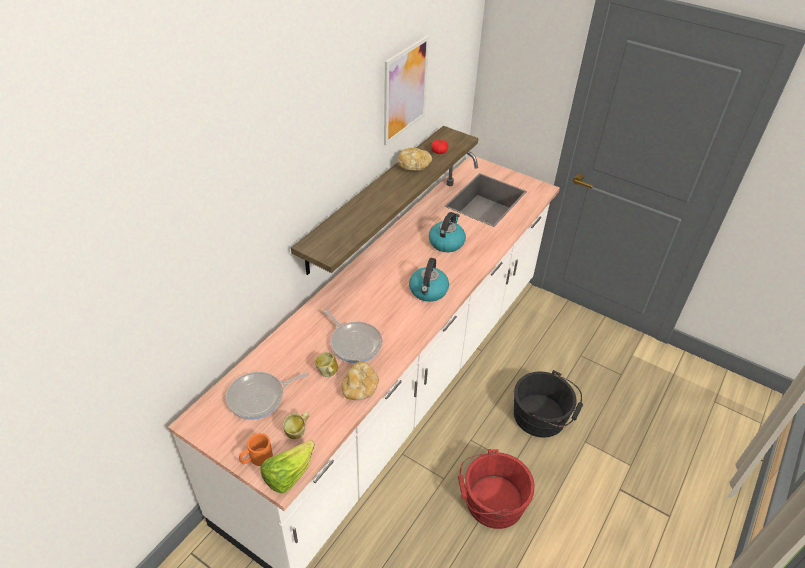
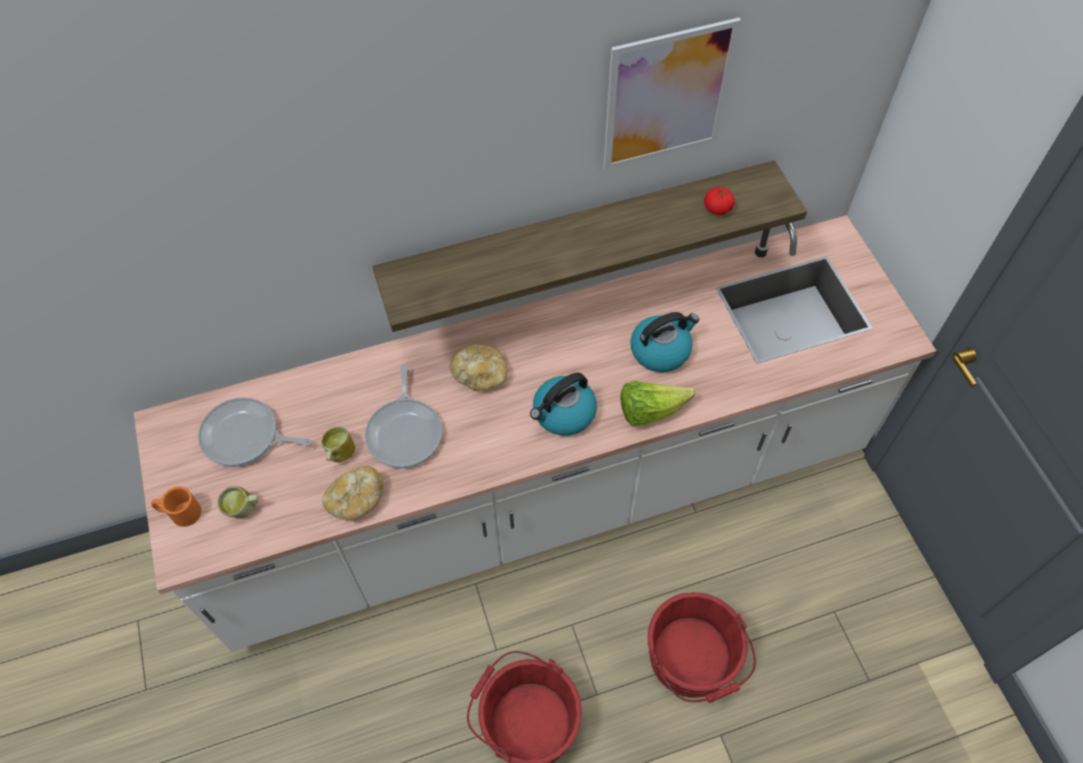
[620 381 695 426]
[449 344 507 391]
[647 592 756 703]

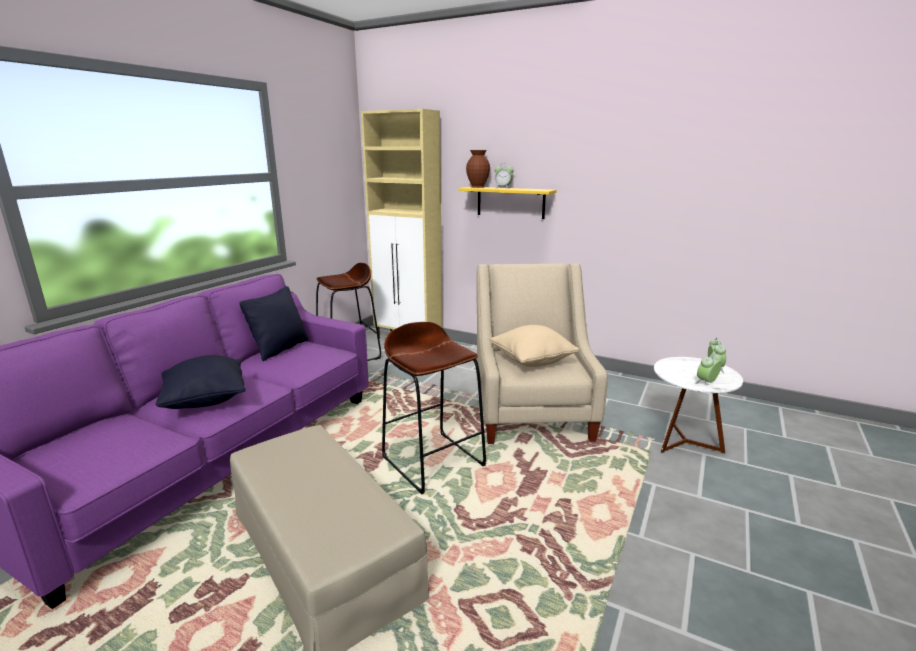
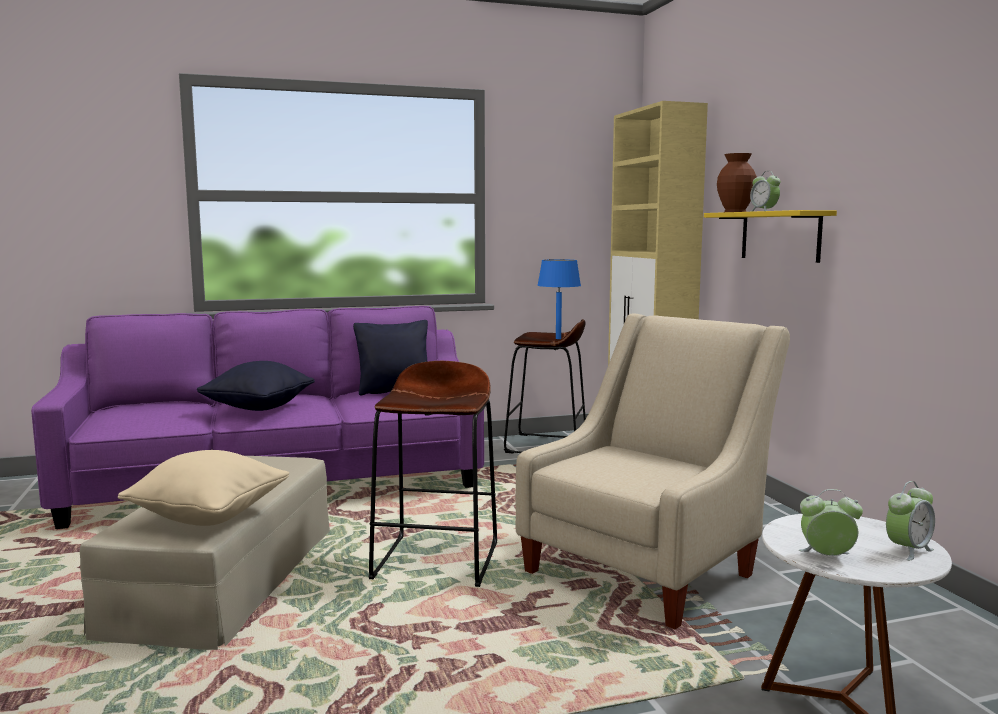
[118 450 289 526]
[537 259 581 339]

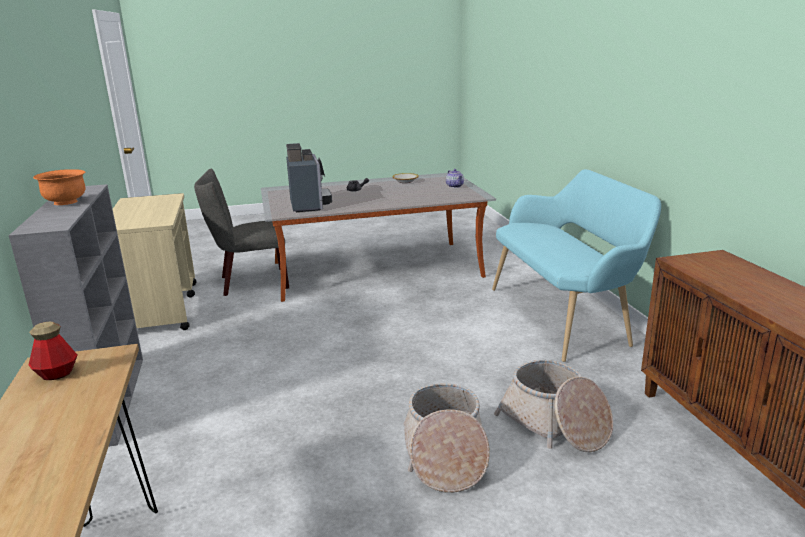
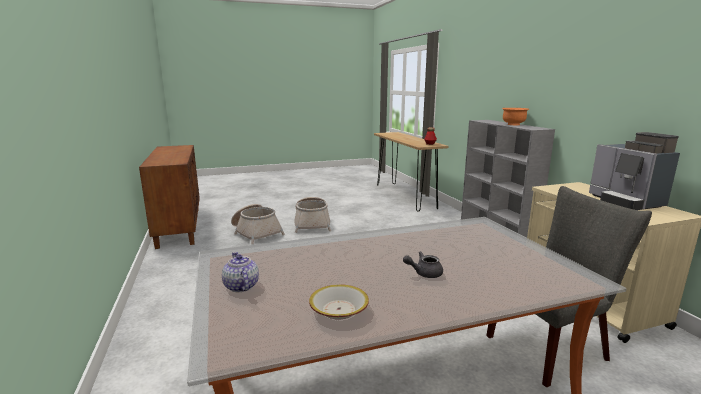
[589 132 680 210]
[492 169 661 362] (first image)

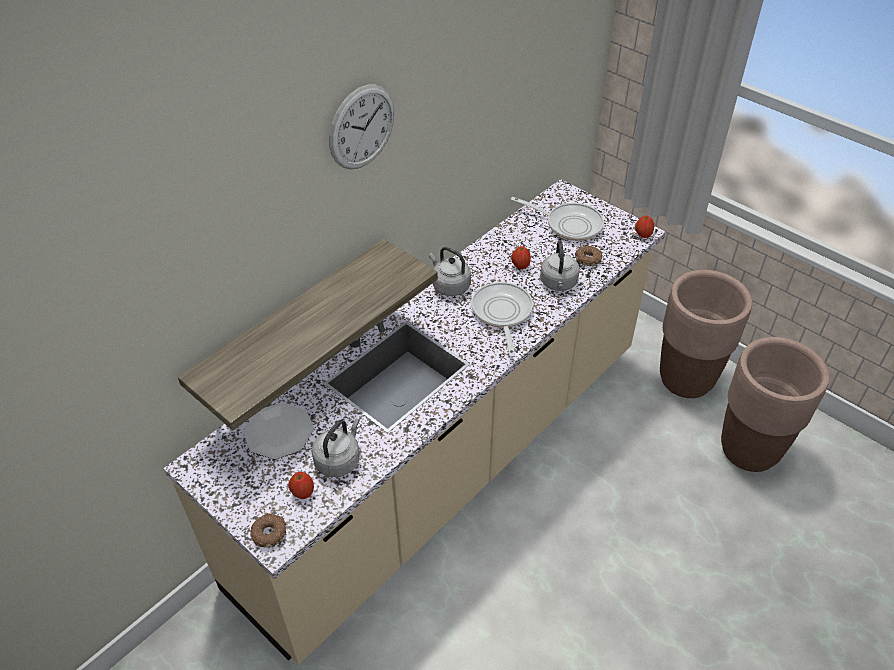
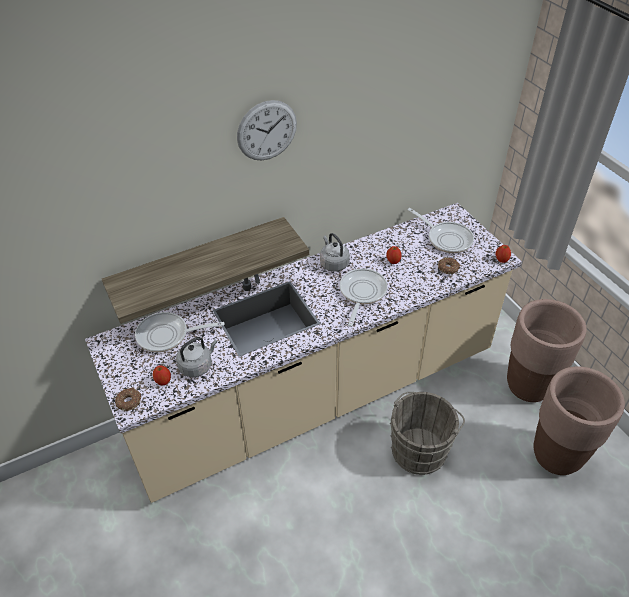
[135 312 224 352]
[540 240 580 291] (first image)
[390 392 465 475]

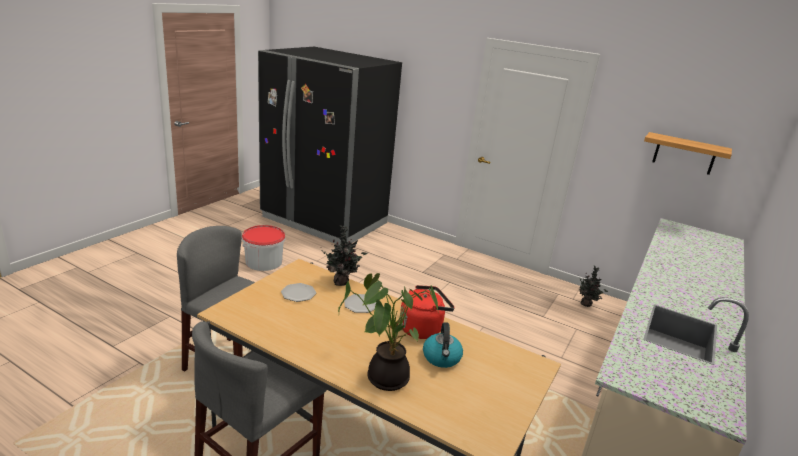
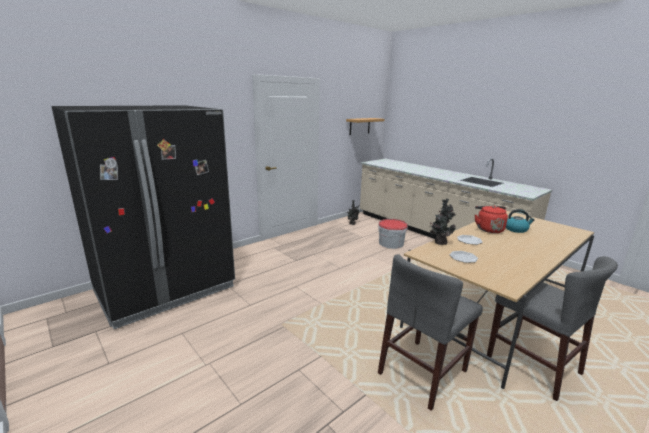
[378 219 408 249]
[338 273 439 391] (first image)

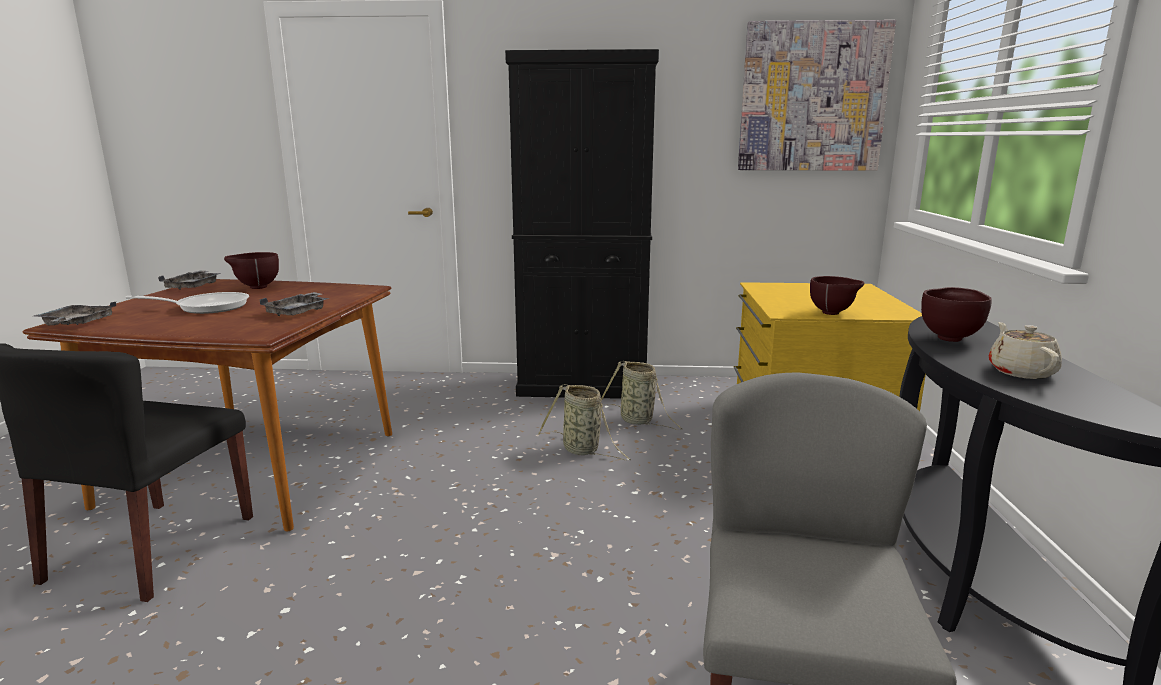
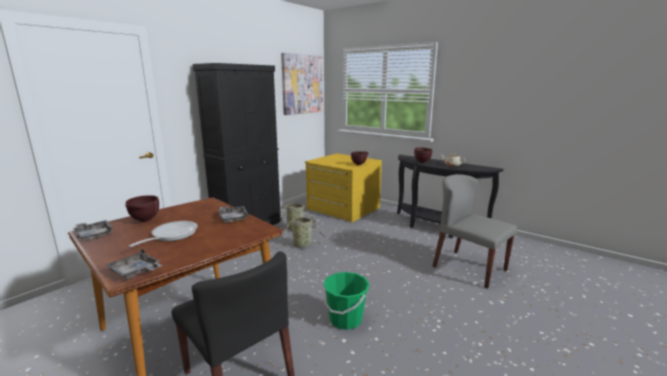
[323 272 370 330]

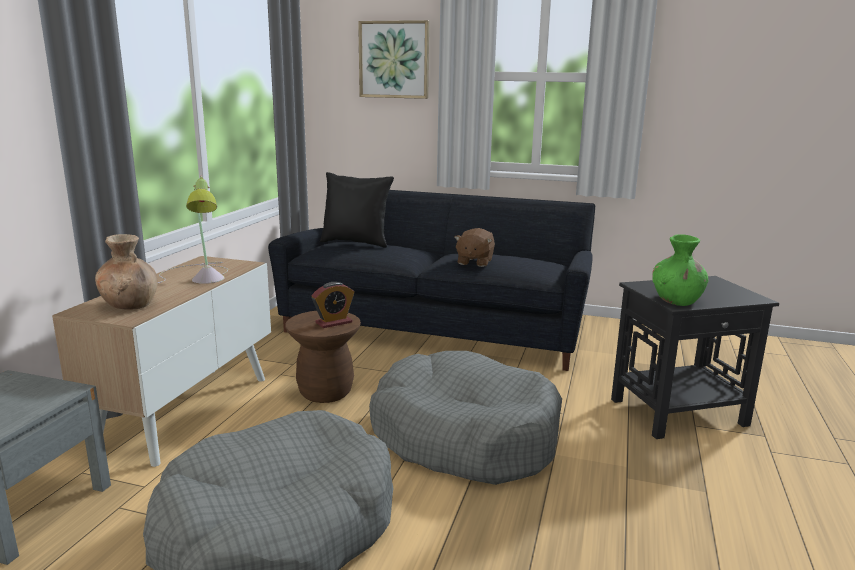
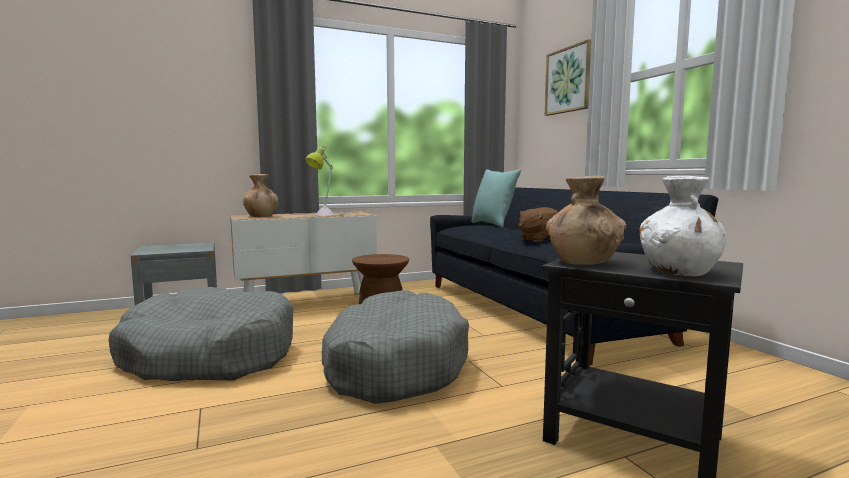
[311 282 354 328] (first image)
[472 169 521 228]
[546 176 626 265]
[640 176 726 276]

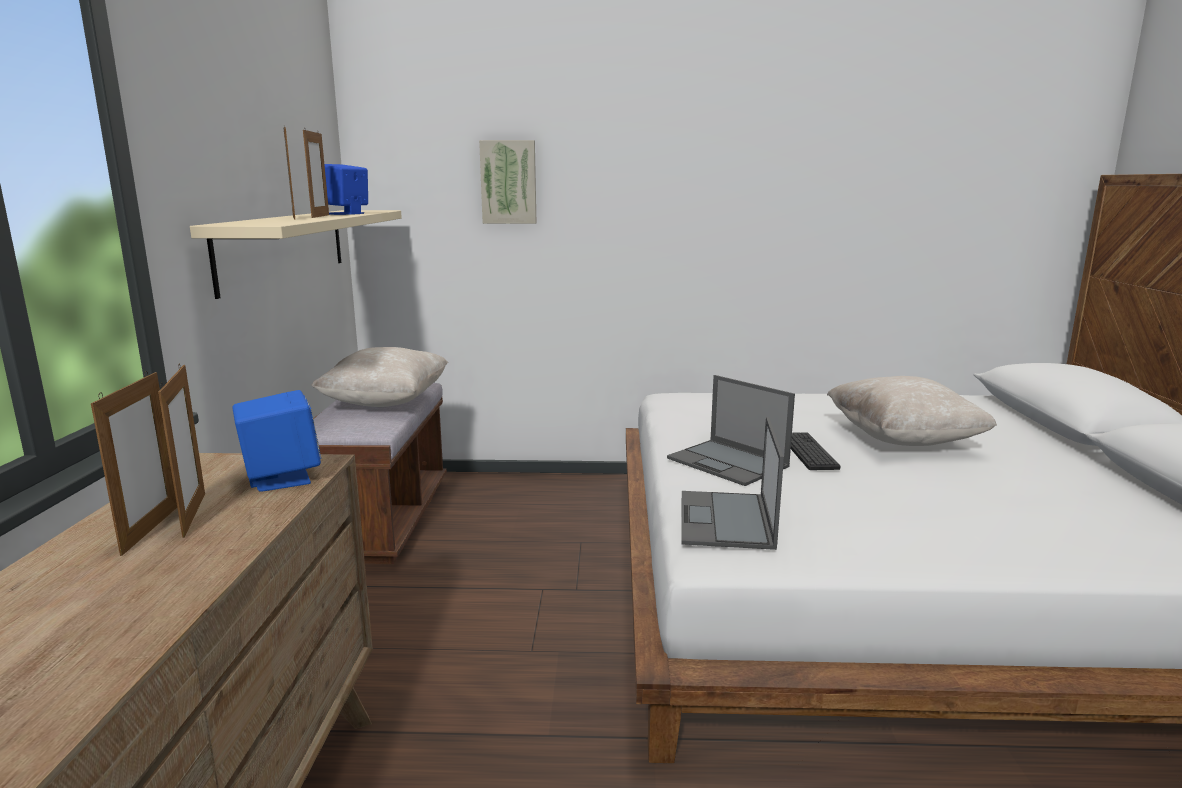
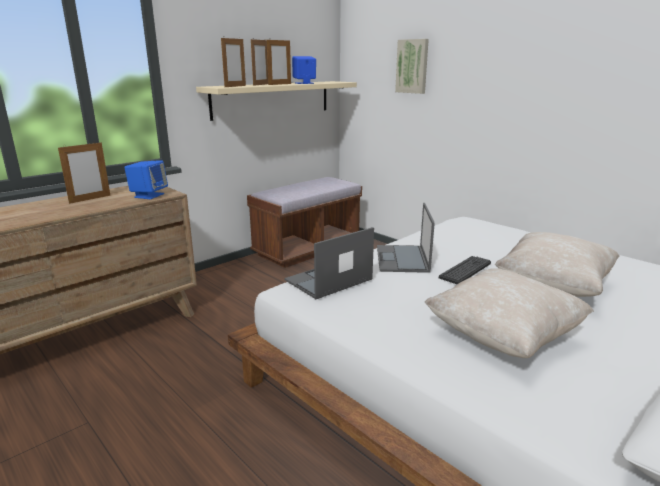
[221 37 246 87]
[424 268 594 358]

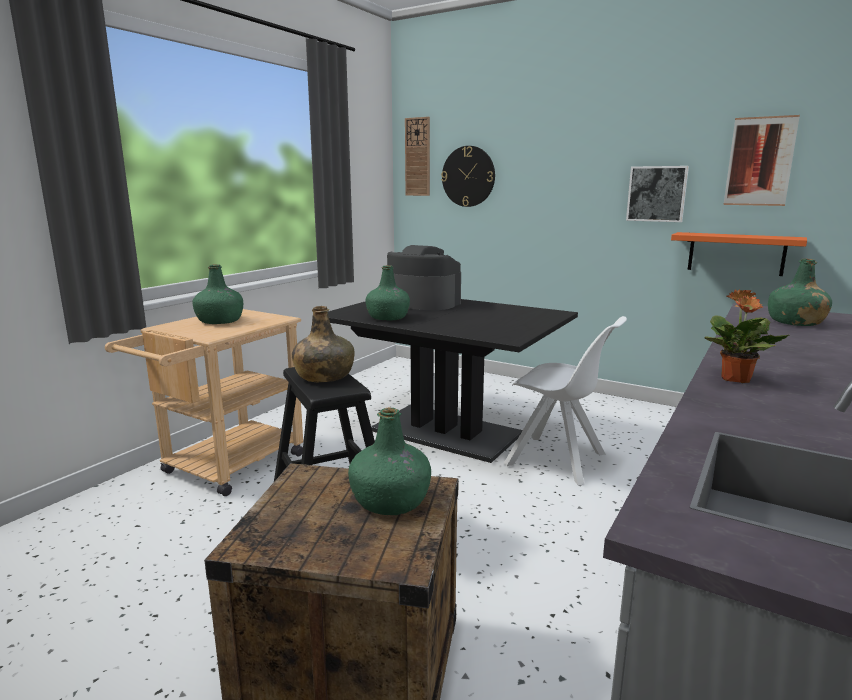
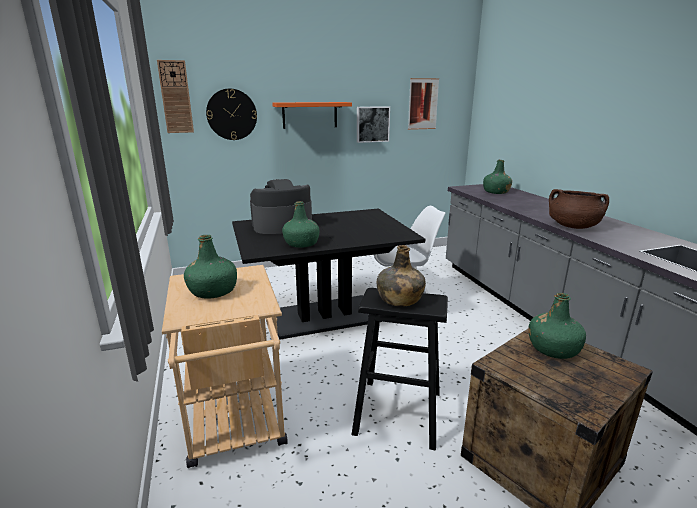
[272 102 352 129]
[549 189 609 229]

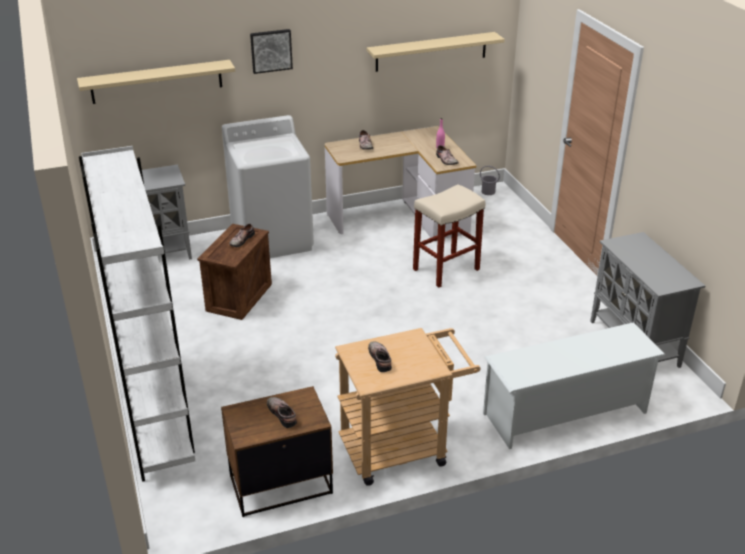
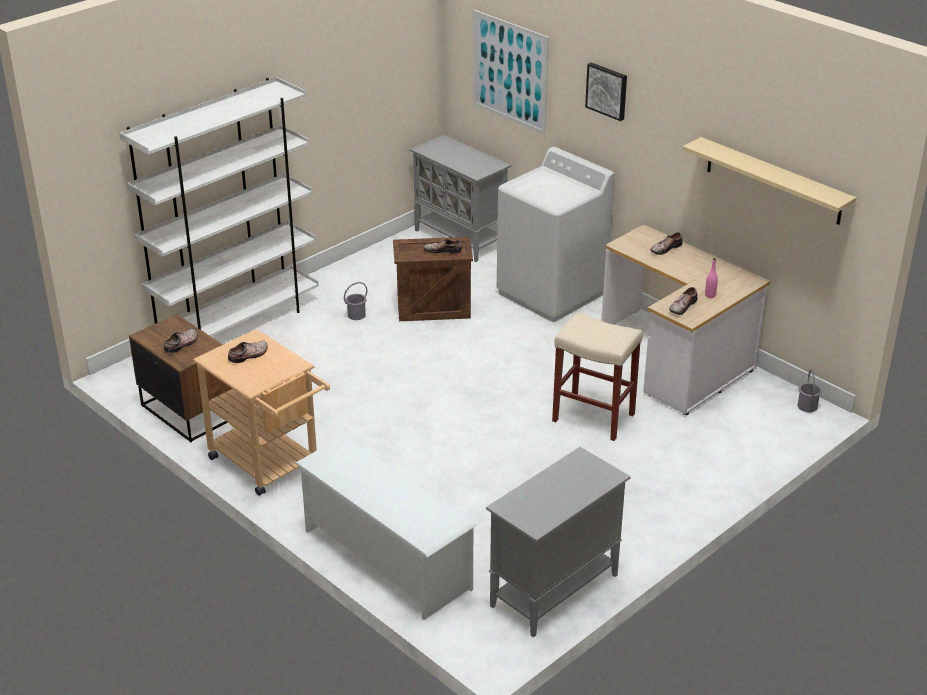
[473 10 549 135]
[344 282 367 320]

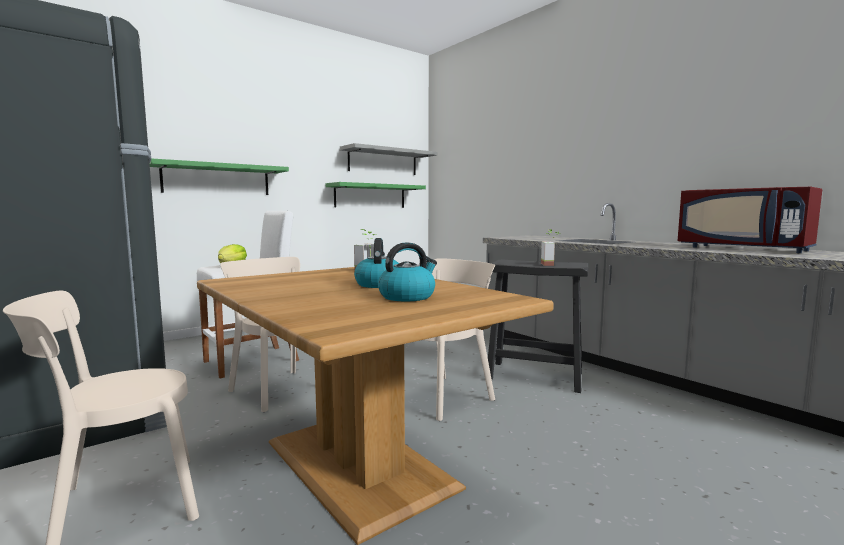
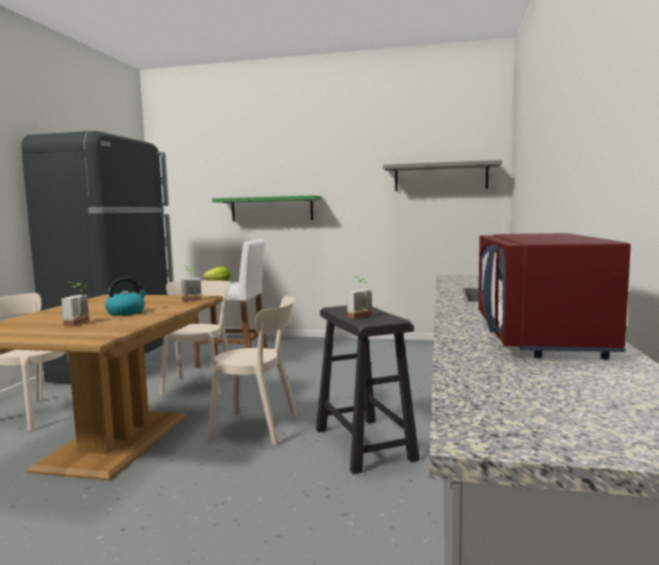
[326 182 426 208] (first image)
[61 282 89 326]

